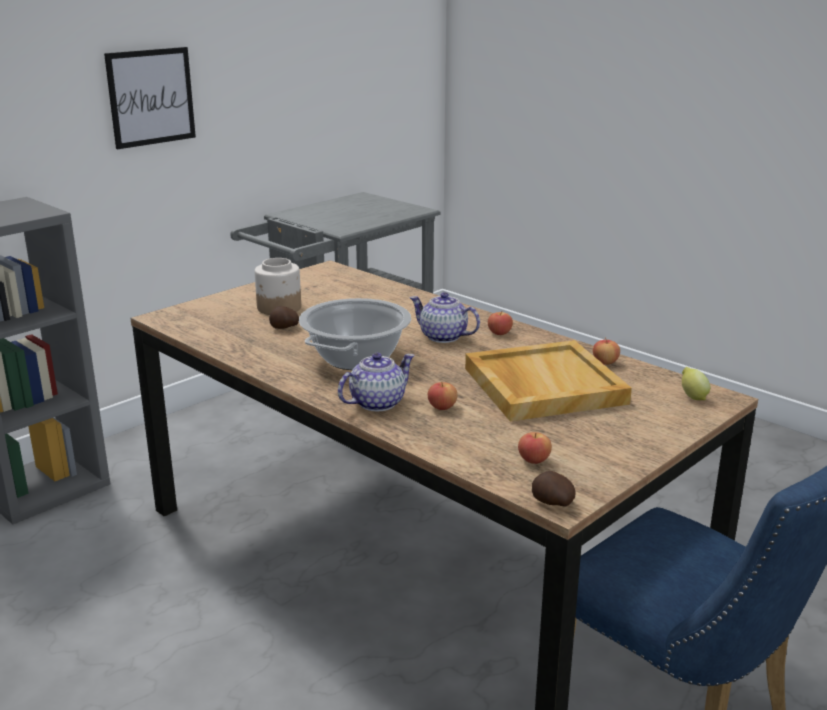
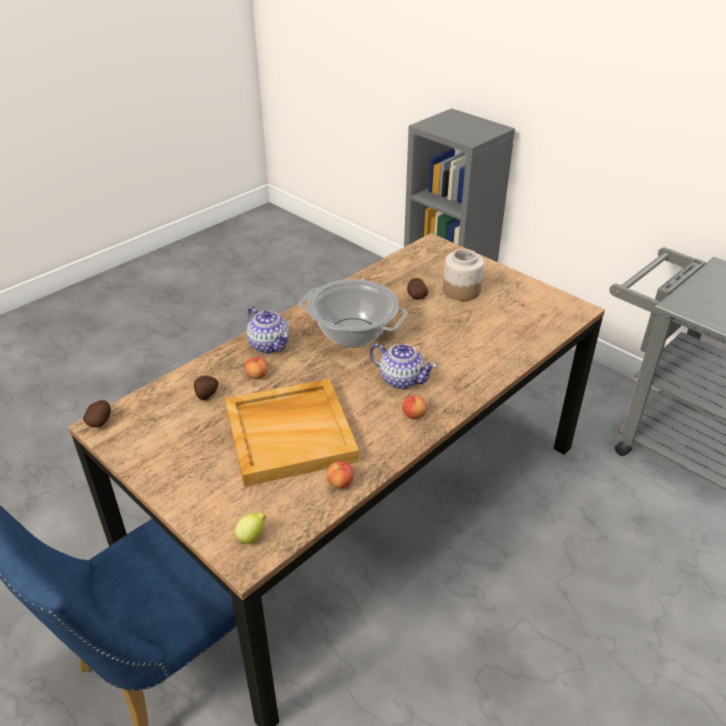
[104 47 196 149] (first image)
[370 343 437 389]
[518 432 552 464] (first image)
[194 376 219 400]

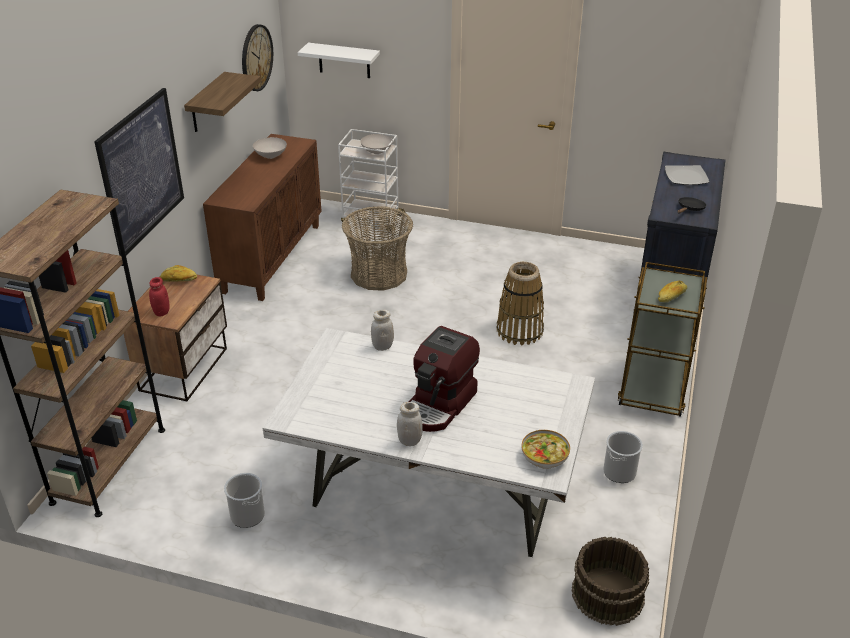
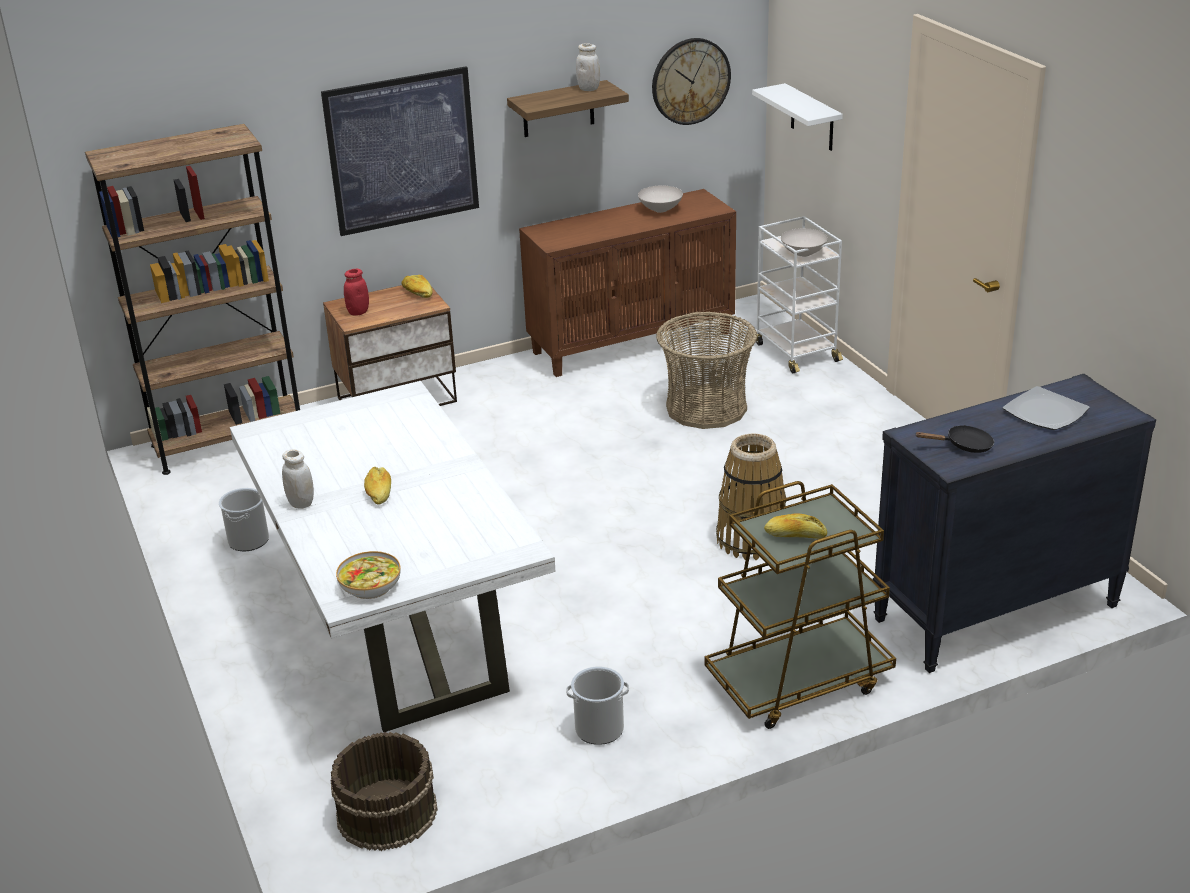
[576 43 600 91]
[364 467 391 505]

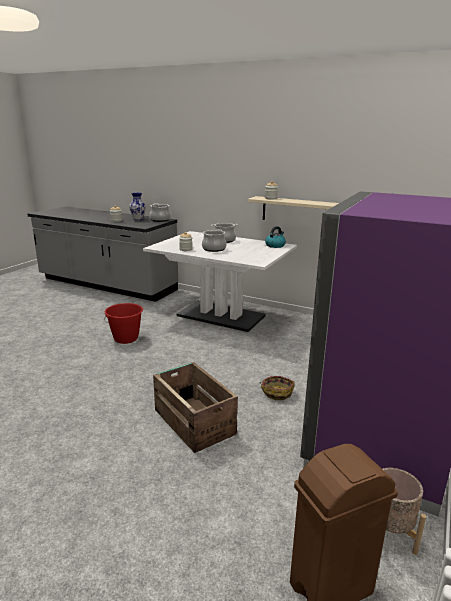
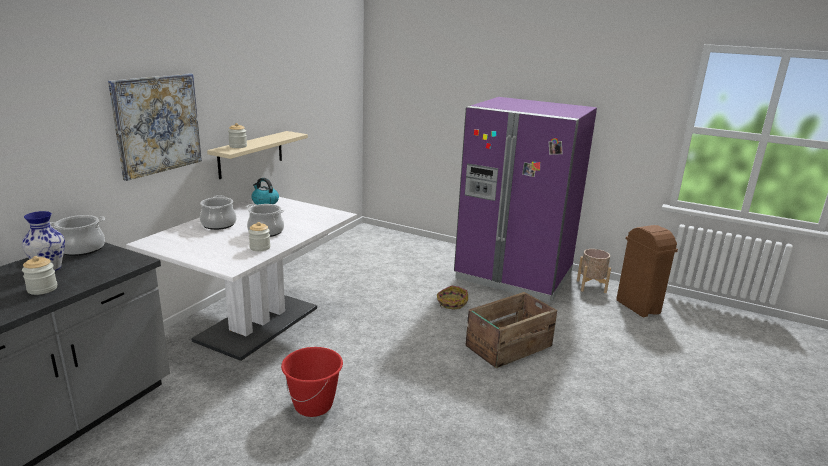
[108 73 202 181]

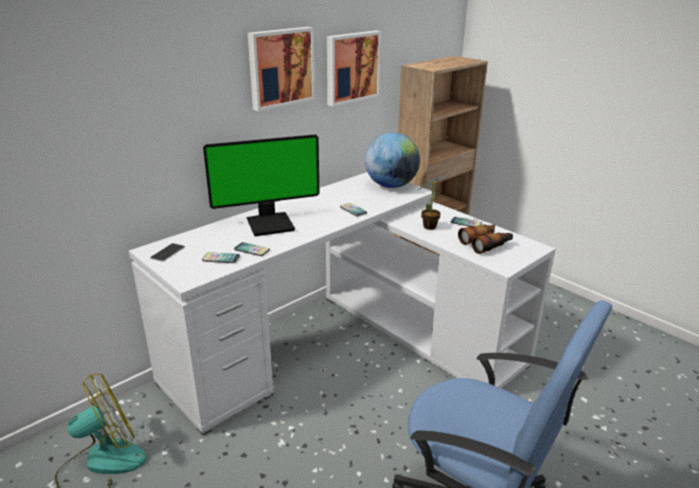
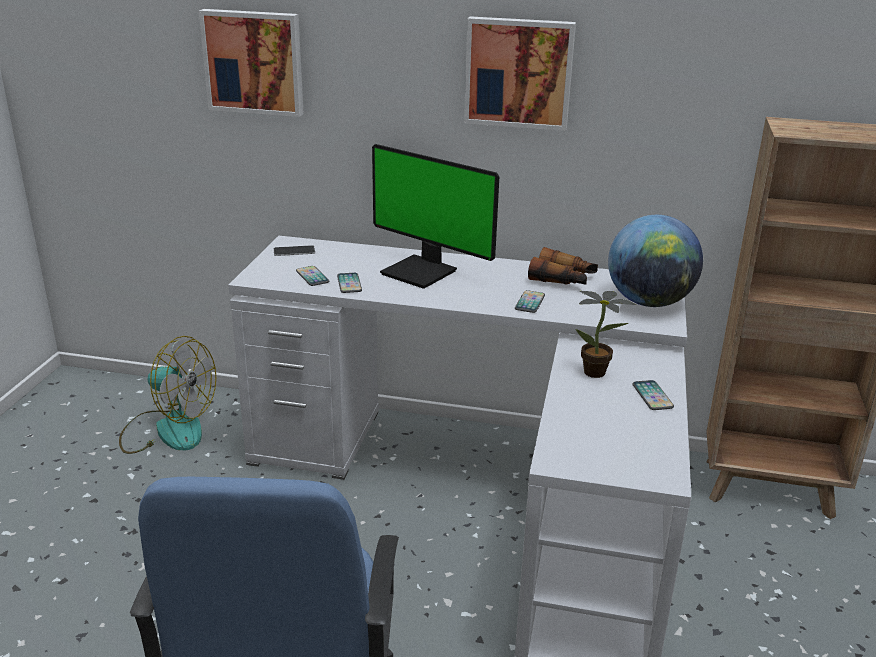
[199 9 304 117]
[528 247 598 285]

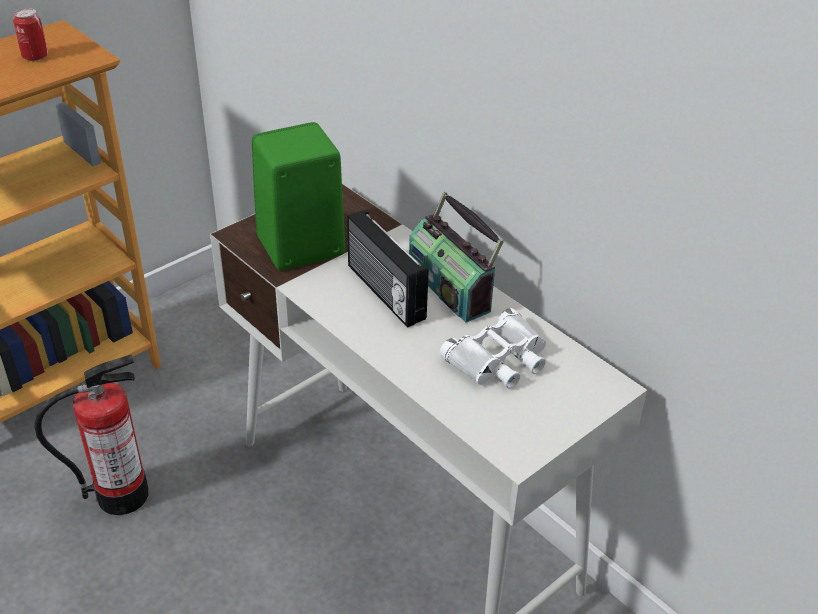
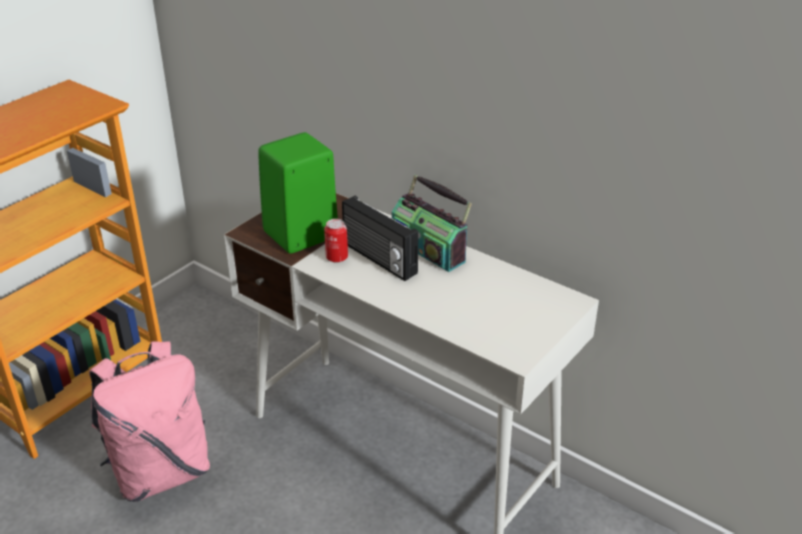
[324 219 348 262]
[89 341 210 502]
[440 308 546 389] (first image)

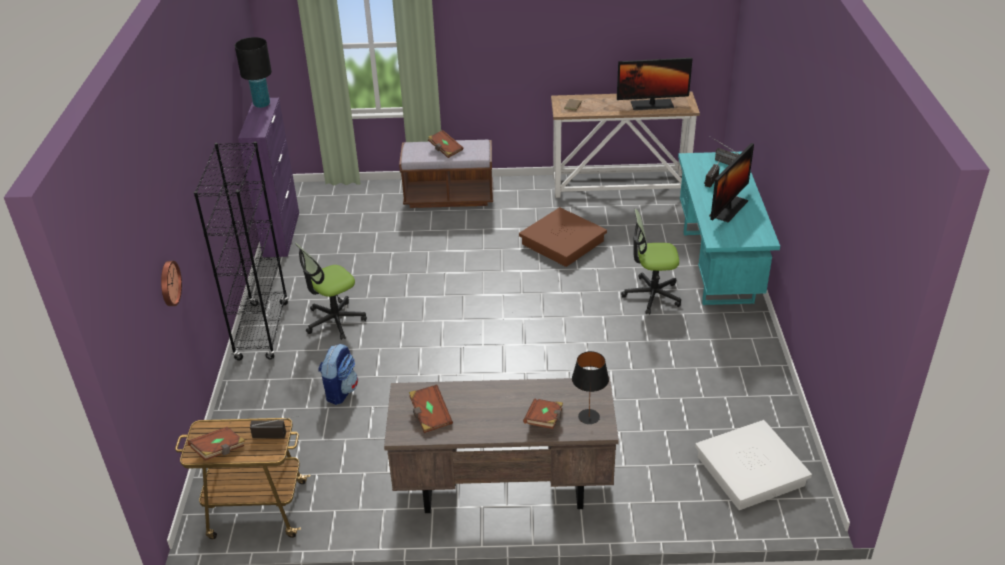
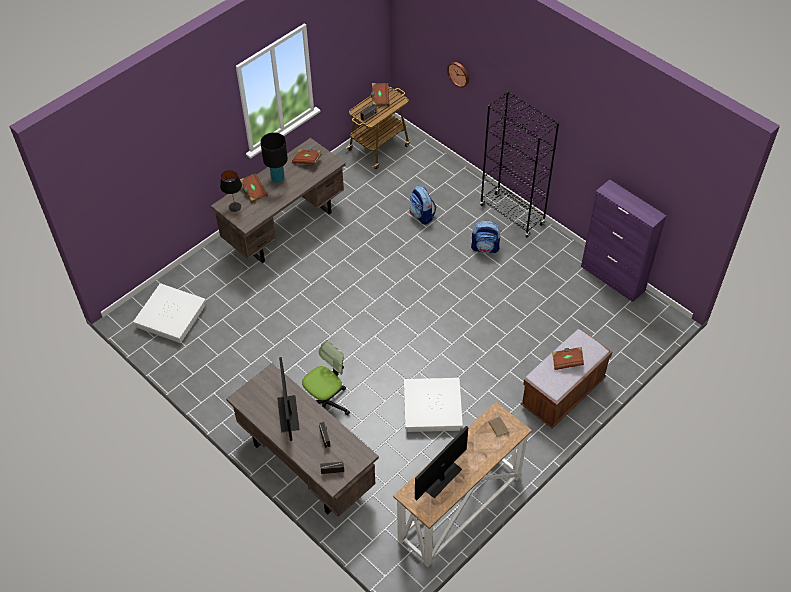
[260 132 288 183]
[471 221 501 253]
[404 378 463 432]
[226 363 379 517]

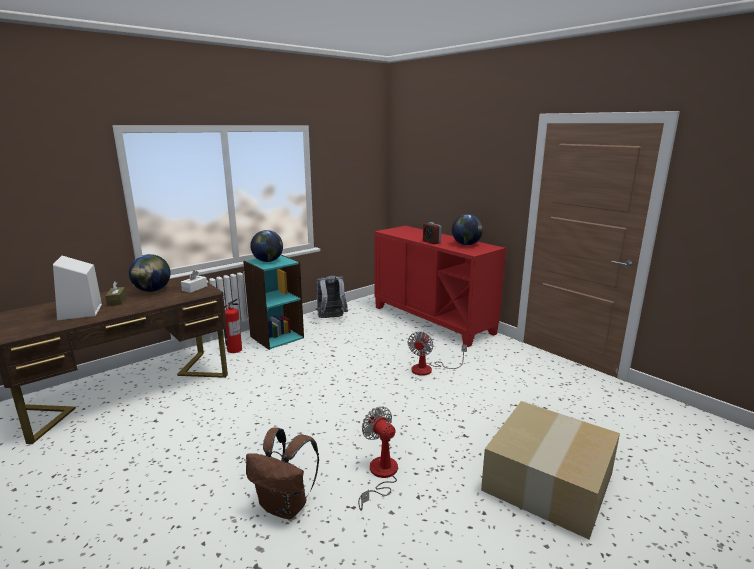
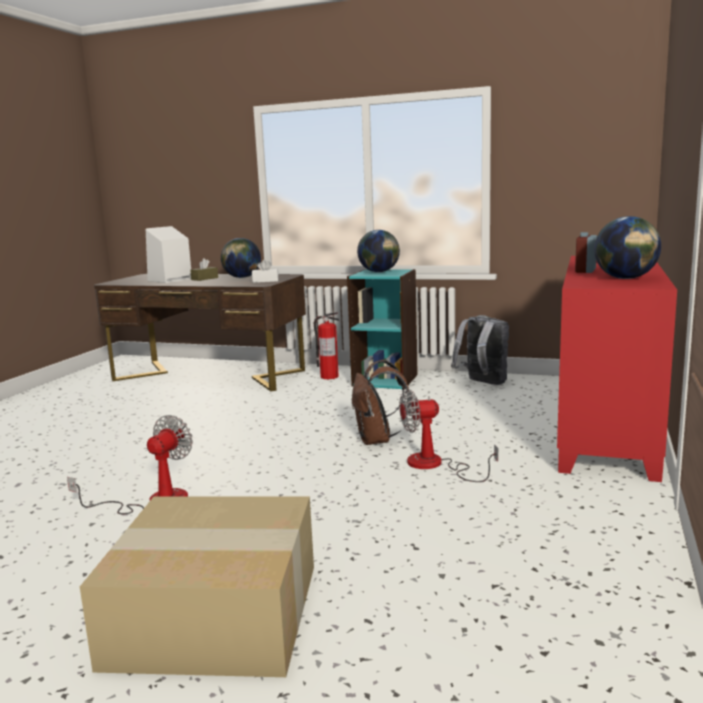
[352 360 413 445]

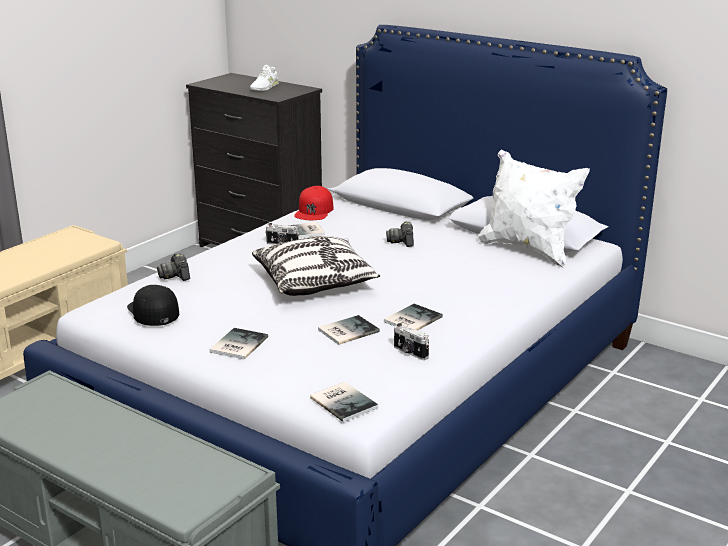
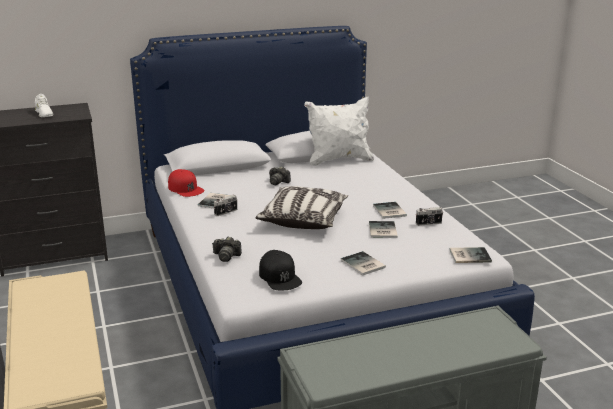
[259 250 302 290]

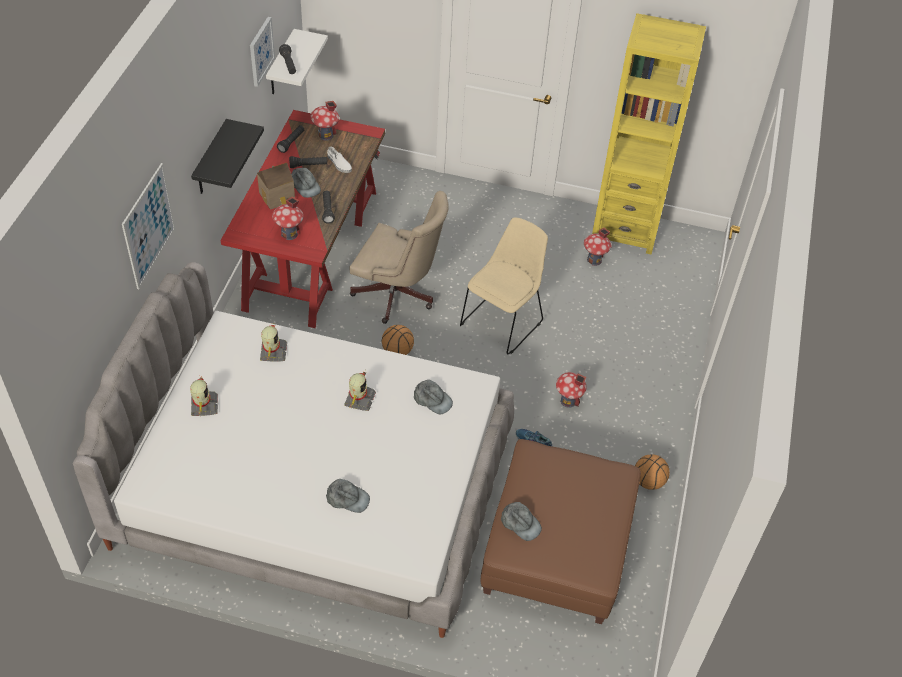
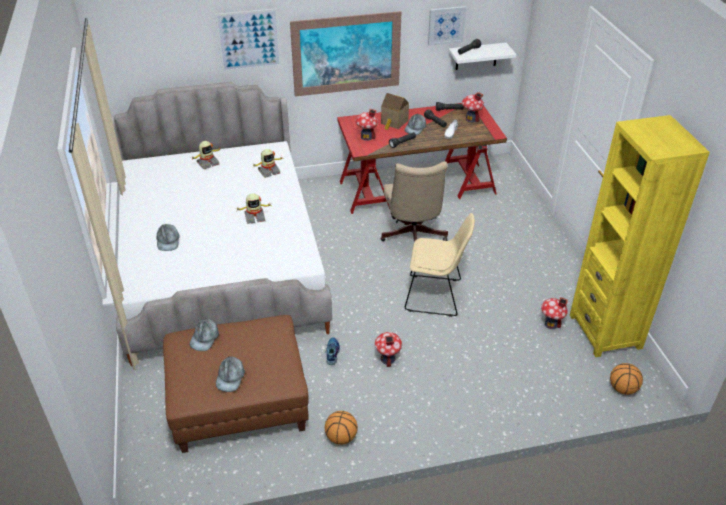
[290 11 401 97]
[610 363 643 395]
[216 356 245 392]

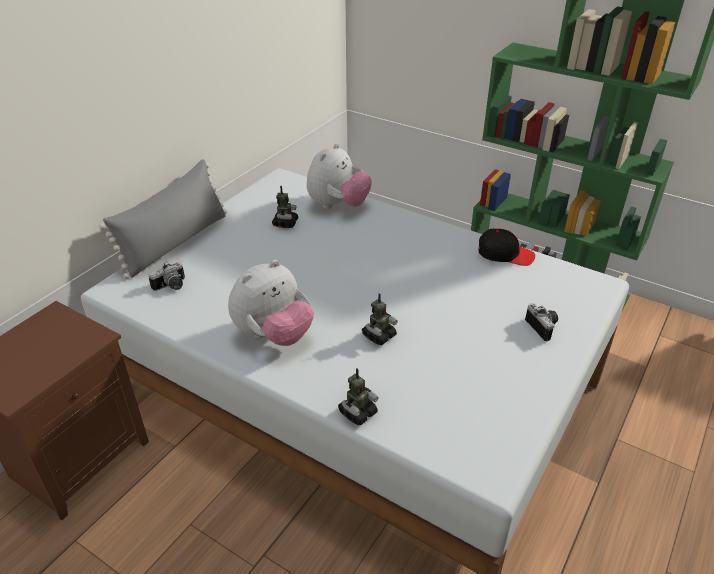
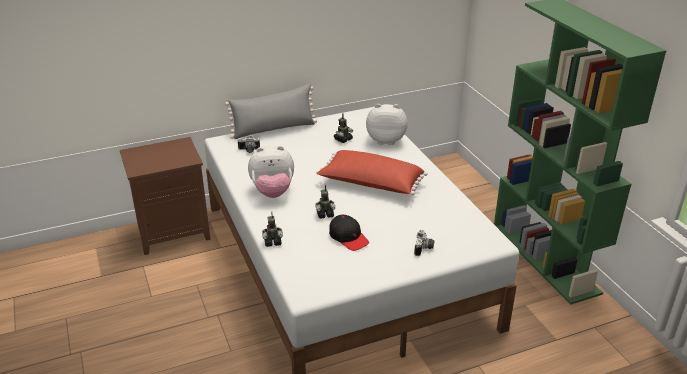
[366 104 408 145]
[329 214 369 251]
[316 150 428 195]

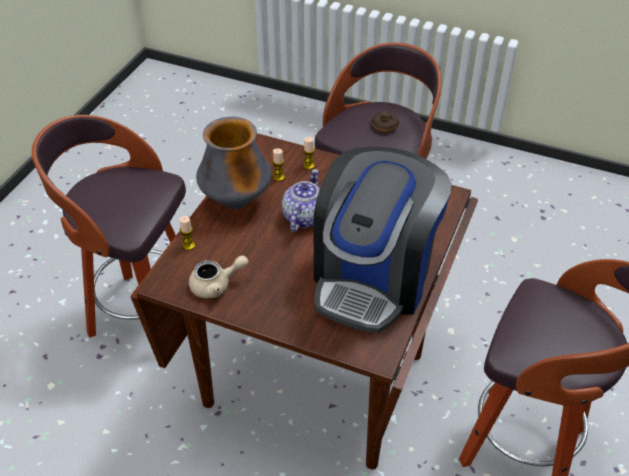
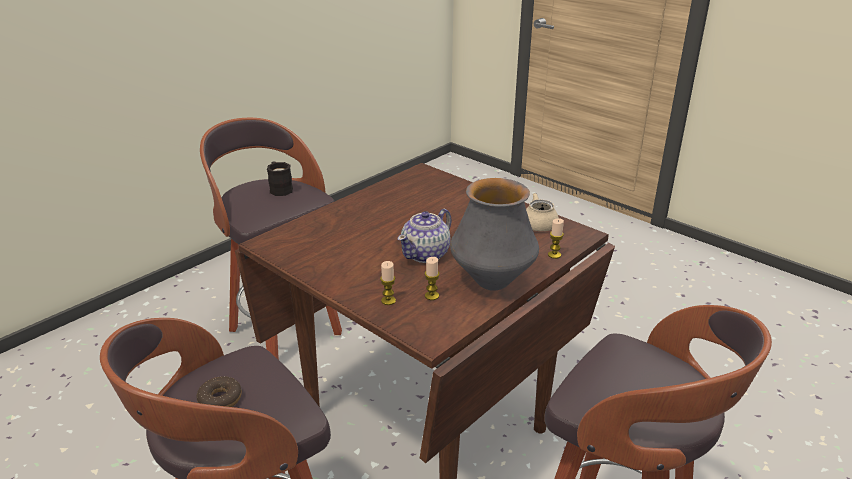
[313 147 451 333] (first image)
[267 162 293 196]

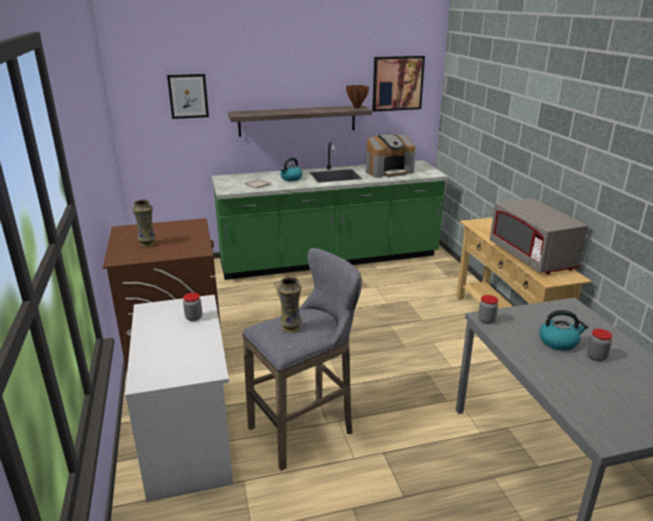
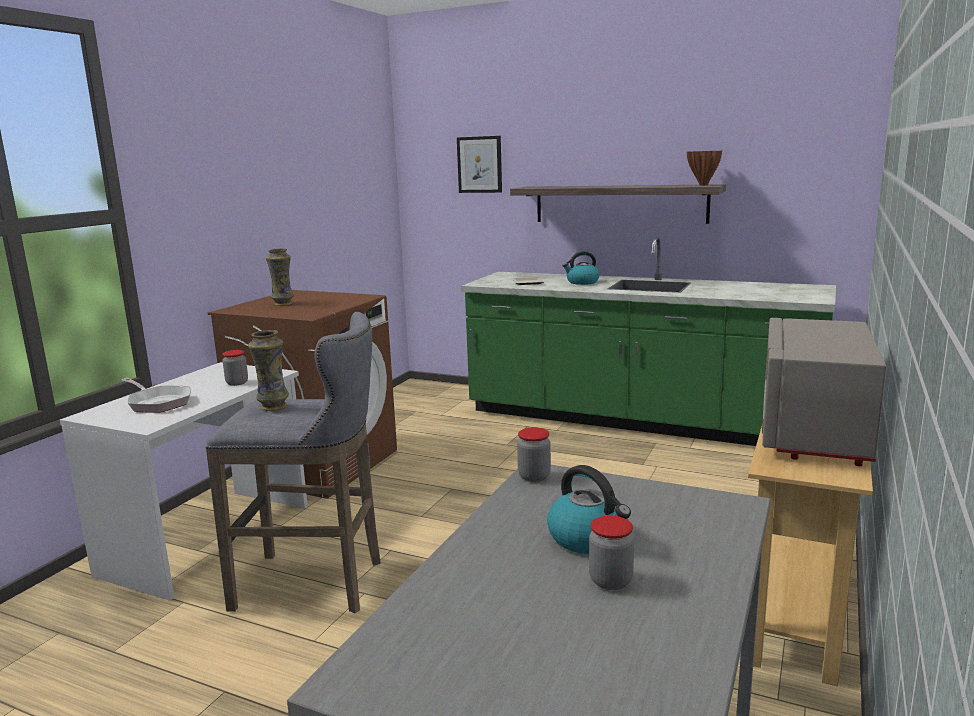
[365 134 415 178] (first image)
[372 56 425 112] (first image)
[121 378 191 413]

